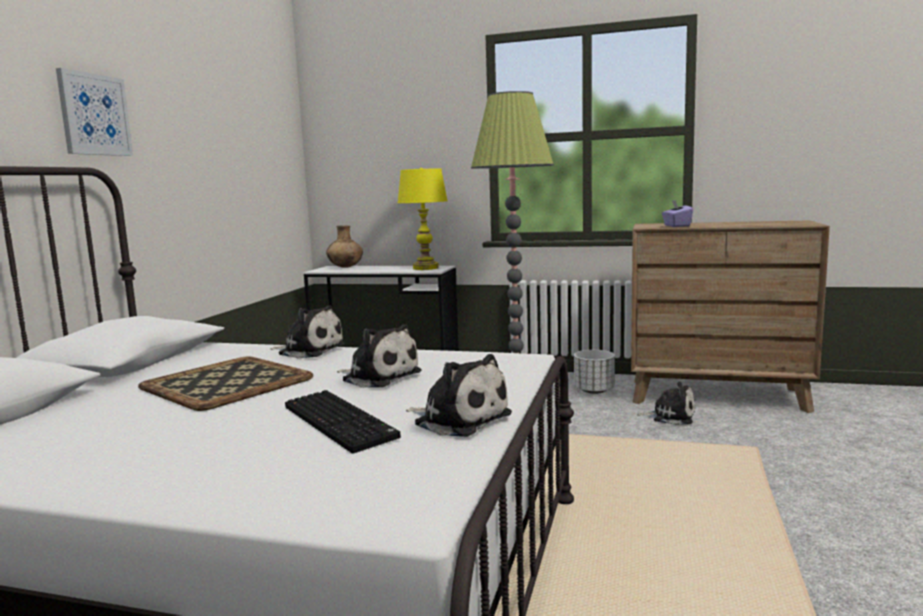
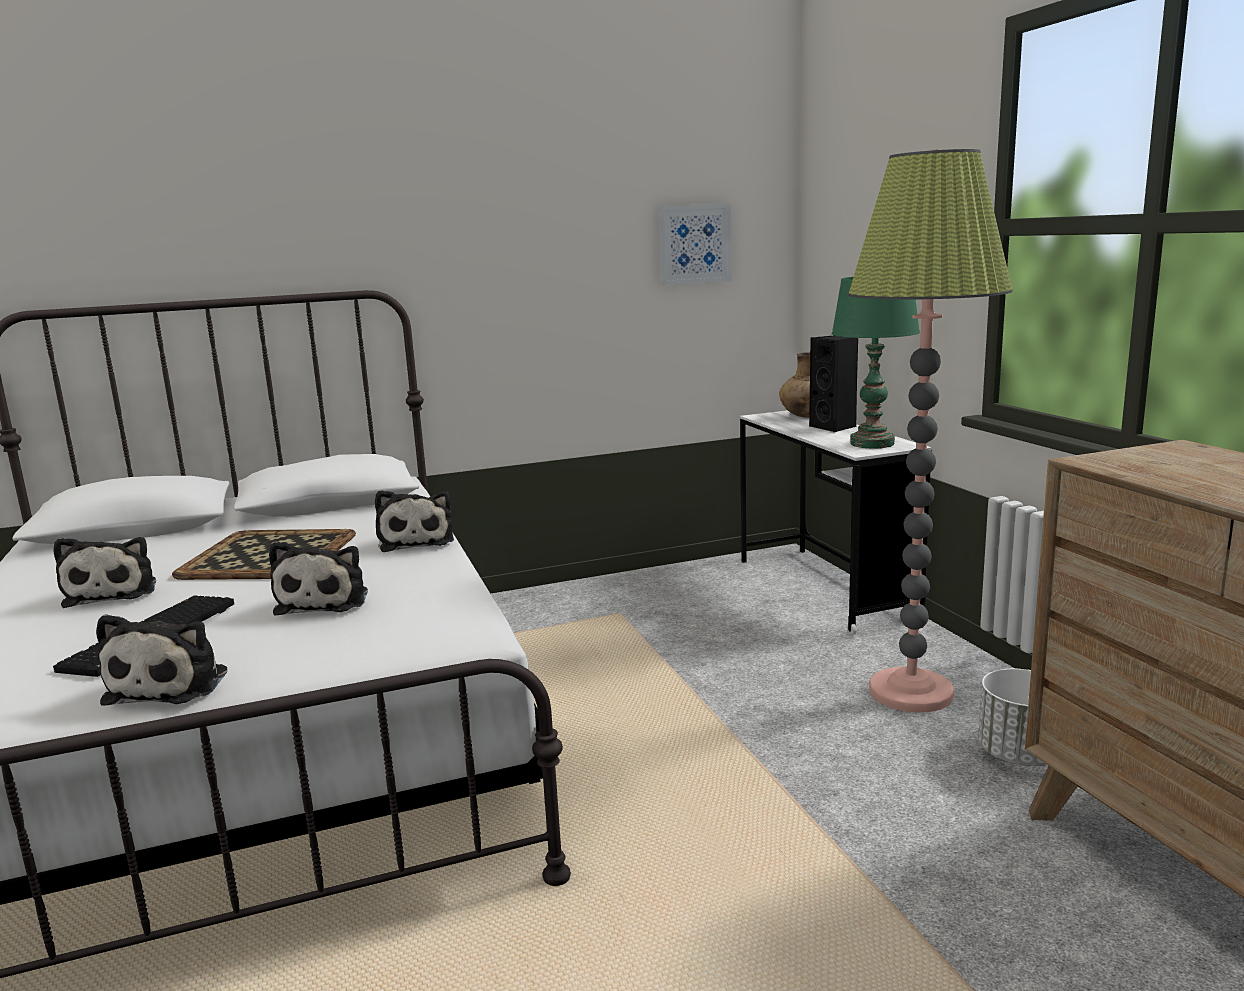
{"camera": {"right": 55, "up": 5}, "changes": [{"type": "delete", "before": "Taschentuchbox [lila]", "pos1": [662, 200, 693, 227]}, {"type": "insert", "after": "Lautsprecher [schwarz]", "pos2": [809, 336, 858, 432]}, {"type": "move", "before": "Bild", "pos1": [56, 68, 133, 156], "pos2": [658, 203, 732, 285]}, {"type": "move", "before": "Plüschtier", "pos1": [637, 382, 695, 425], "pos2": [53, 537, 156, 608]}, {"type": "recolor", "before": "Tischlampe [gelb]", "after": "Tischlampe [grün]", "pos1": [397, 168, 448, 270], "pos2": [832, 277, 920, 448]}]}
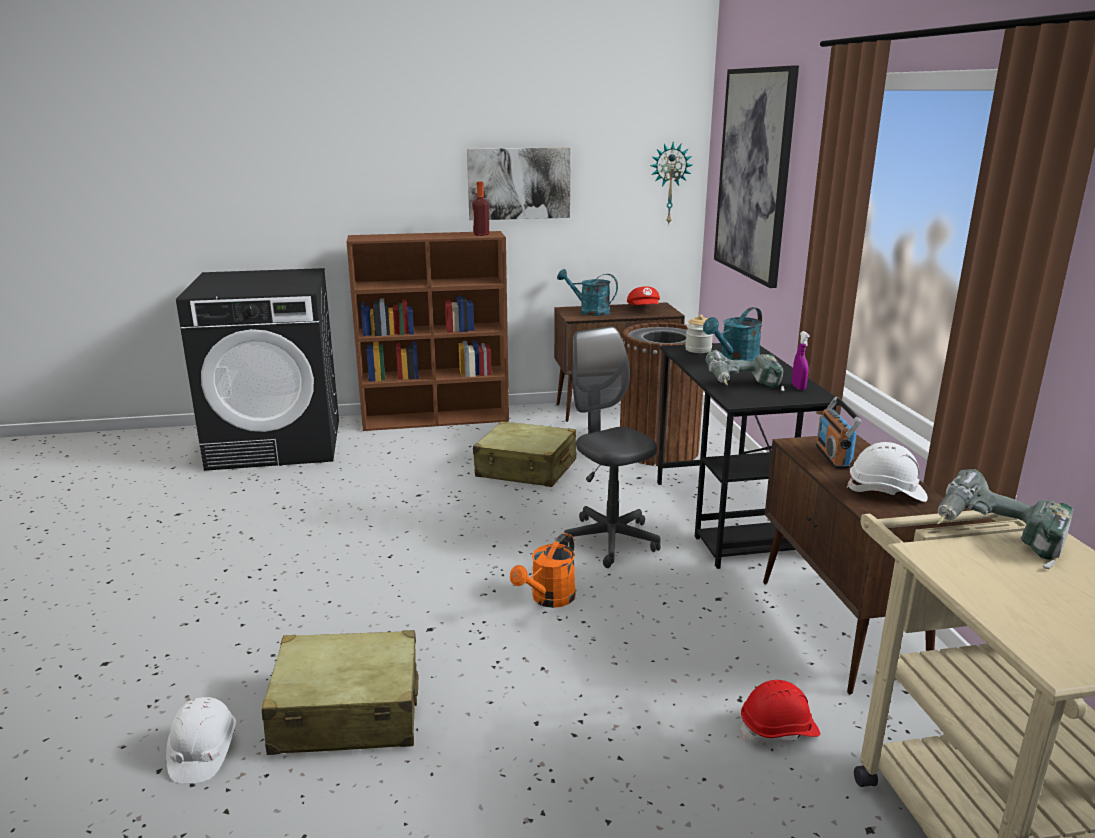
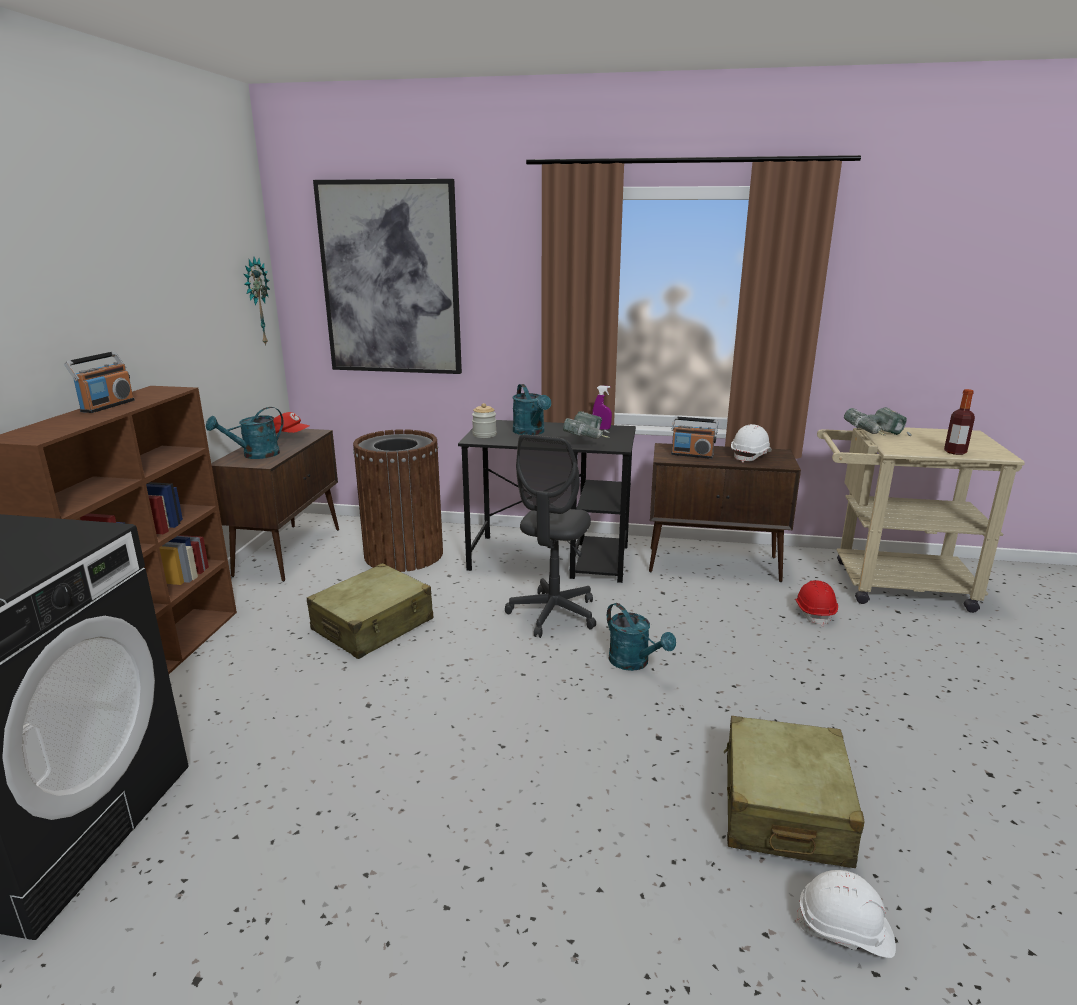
{"camera": {"right": -70, "up": 0}, "changes": [{"type": "delete", "before": "Bild", "pos1": [467, 148, 571, 220]}, {"type": "insert", "after": "Radio", "pos2": [64, 351, 135, 413]}, {"type": "move", "before": "Flasche", "pos1": [473, 181, 489, 236], "pos2": [944, 389, 975, 455]}, {"type": "recolor", "before": "Gießkanne [orange]", "after": "Gießkanne [türkis]", "pos1": [510, 533, 576, 608], "pos2": [607, 603, 676, 671]}, {"type": "rotate", "before": "Bürostuhl [grau]", "pos1": [559, 326, 661, 568], "pos2": [505, 434, 596, 638], "turn": -60}]}
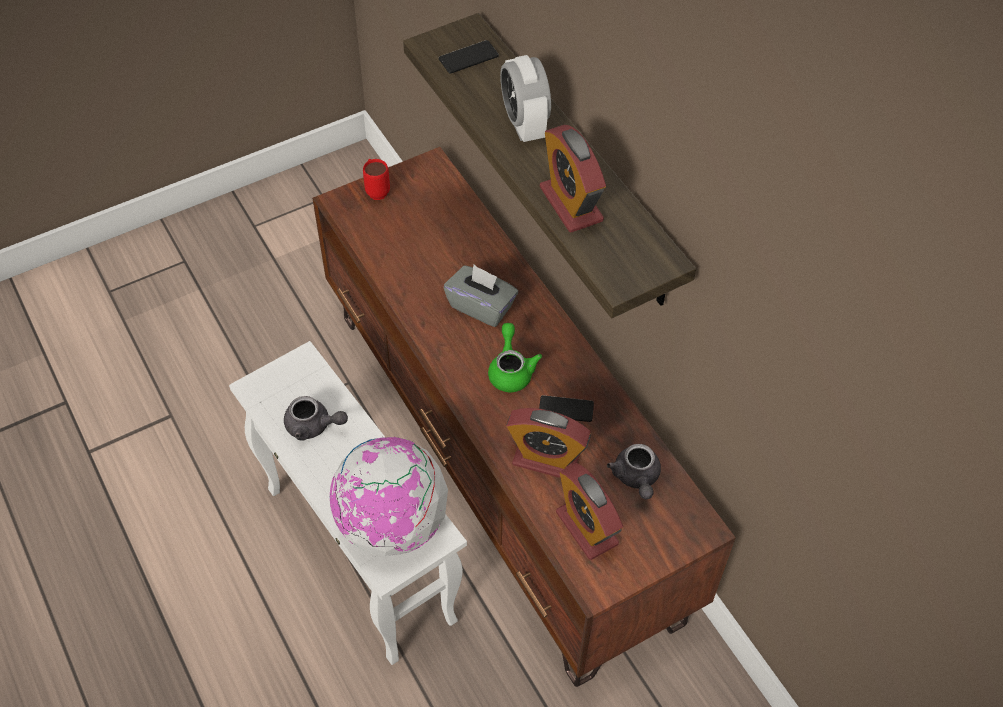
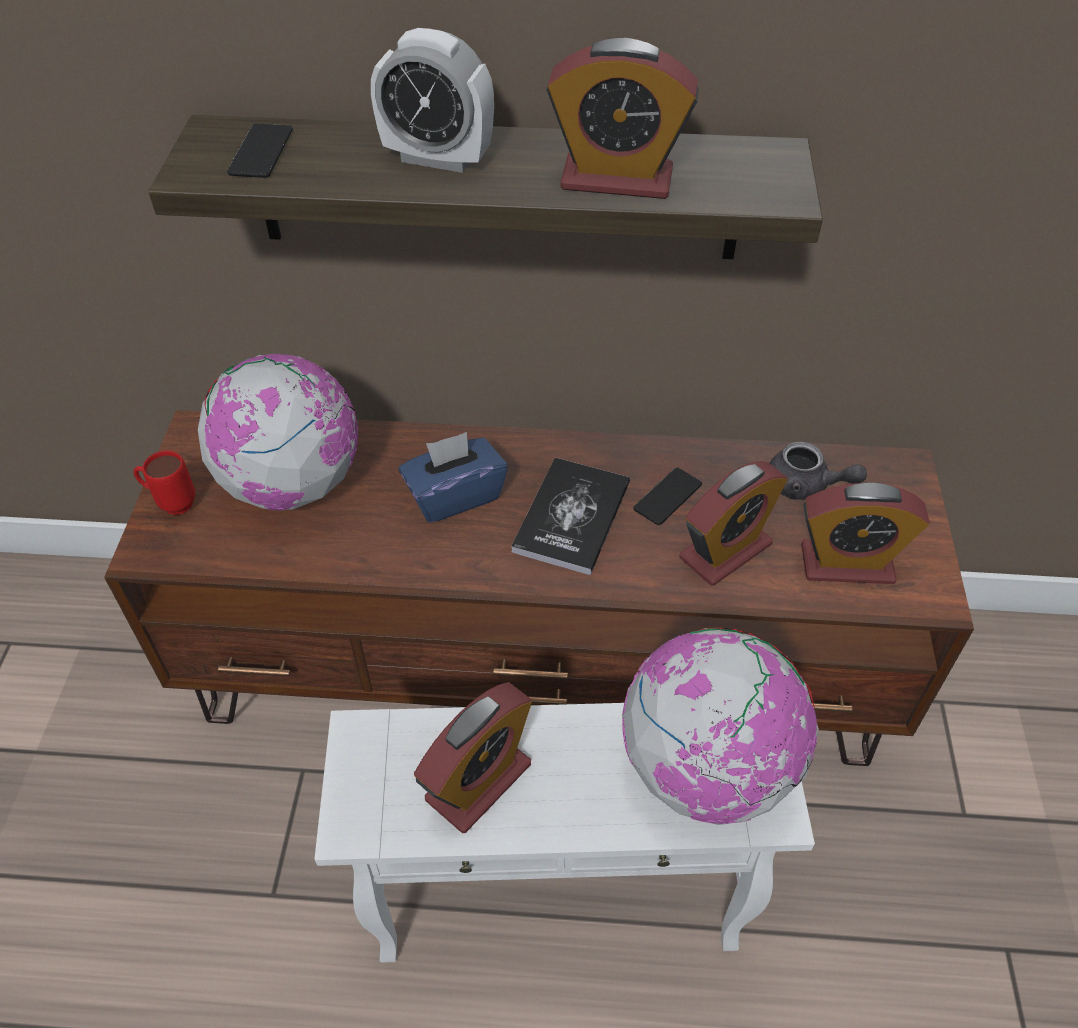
{"camera": {"right": -55, "up": -5}, "changes": [{"type": "insert", "after": "Globus", "pos2": [198, 354, 358, 510]}, {"type": "replace", "before": "Teekanne [grau]", "after": "Wecker", "pos1": [284, 396, 348, 441], "pos2": [414, 682, 532, 833]}, {"type": "replace", "before": "Teekanne [grün]", "after": "Buch", "pos1": [488, 323, 542, 392], "pos2": [511, 458, 630, 575]}, {"type": "recolor", "before": "Taschentuchbox [grau]", "after": "Taschentuchbox [blau]", "pos1": [444, 264, 518, 327], "pos2": [399, 432, 508, 523]}]}
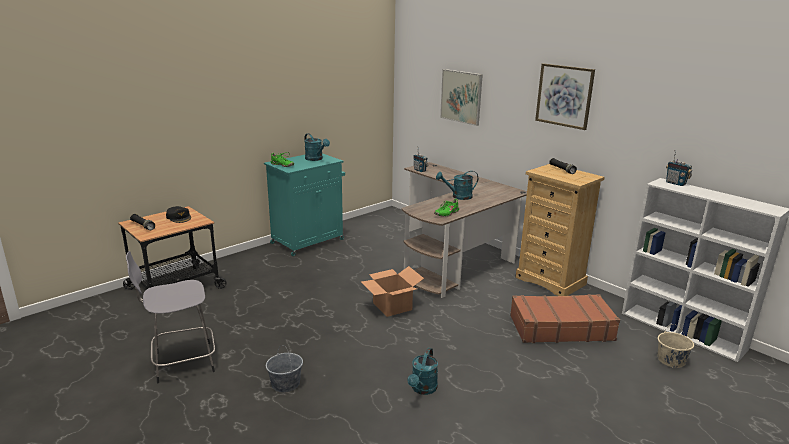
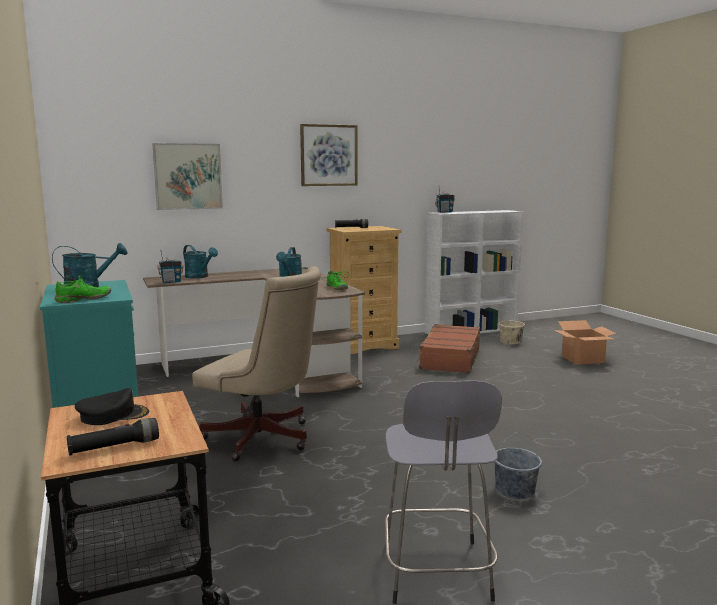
{"camera": {"right": -70, "up": -10}, "changes": [{"type": "insert", "after": "Bürostuhl [beige]", "pos2": [192, 266, 321, 461]}, {"type": "move", "before": "Karton", "pos1": [361, 266, 424, 317], "pos2": [554, 320, 617, 365]}, {"type": "move", "before": "Gießkanne [türkis]", "pos1": [408, 348, 438, 395], "pos2": [183, 245, 218, 279]}]}
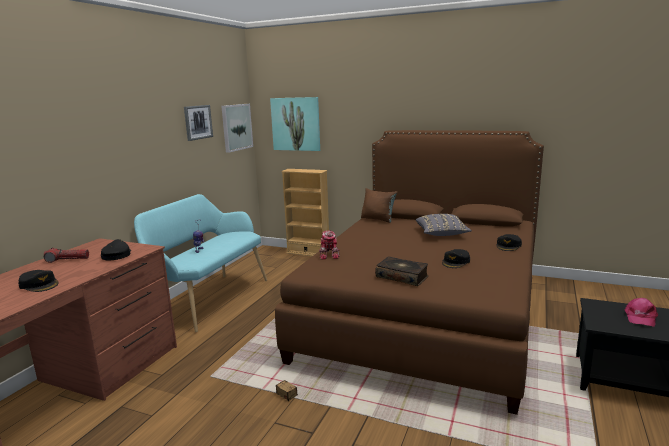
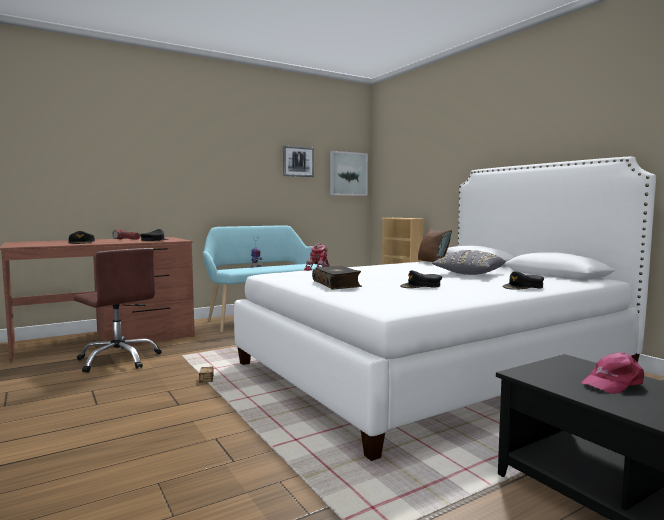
{"camera": {"right": 35, "up": -10}, "changes": [{"type": "delete", "before": "Bild", "pos1": [270, 97, 320, 151]}, {"type": "insert", "after": "Bürostuhl [braun]", "pos2": [74, 248, 162, 373]}, {"type": "recolor", "before": "Bett [braun]", "after": "Bett [weiß]", "pos1": [275, 130, 544, 415], "pos2": [234, 157, 656, 461]}]}
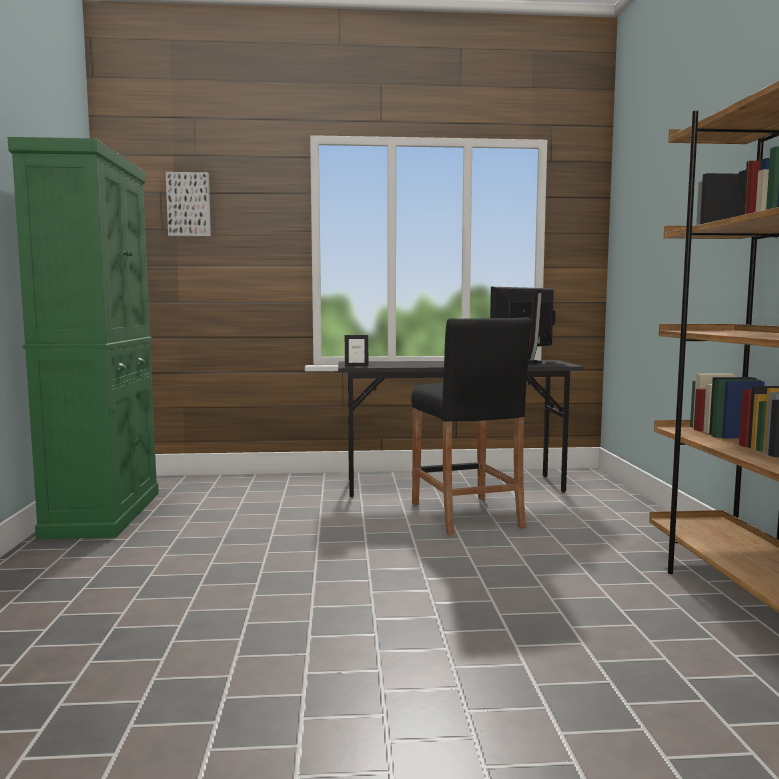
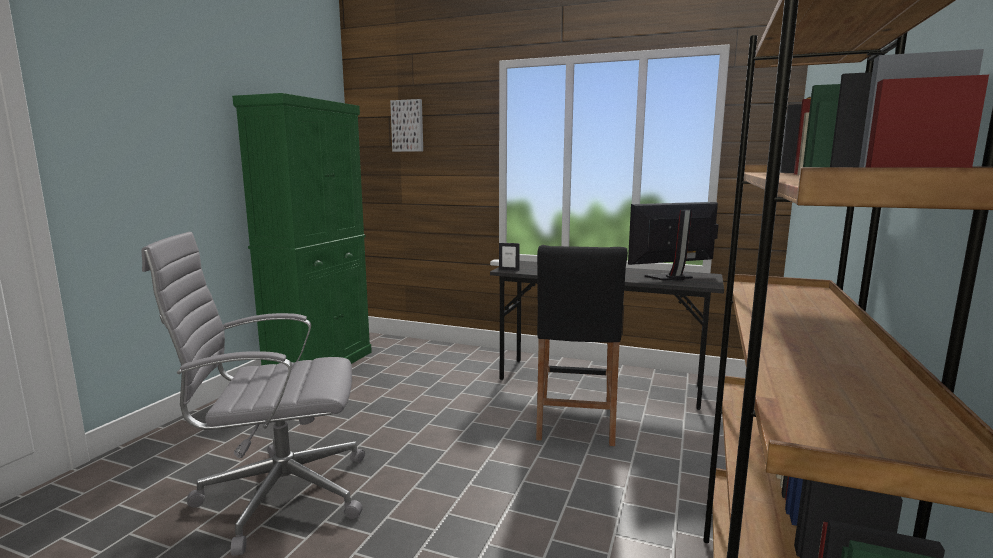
{"camera": {"right": 25, "up": 5}, "changes": [{"type": "insert", "after": "Bürostuhl [grau]", "pos2": [142, 232, 365, 556]}]}
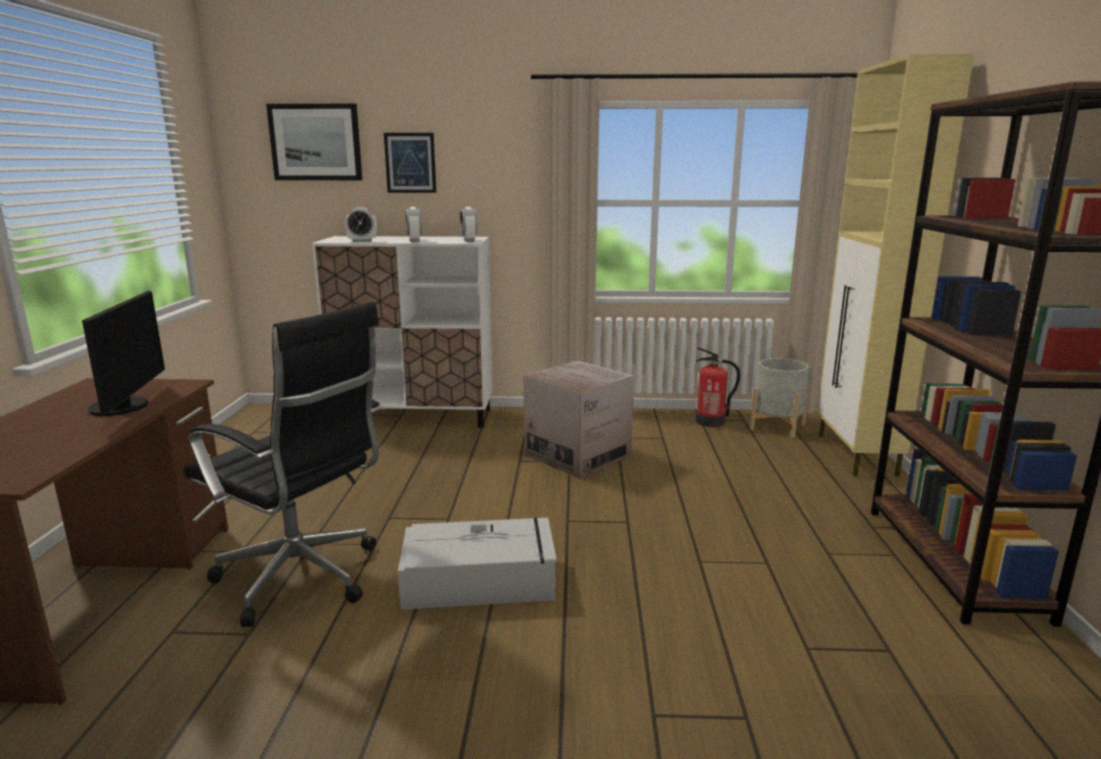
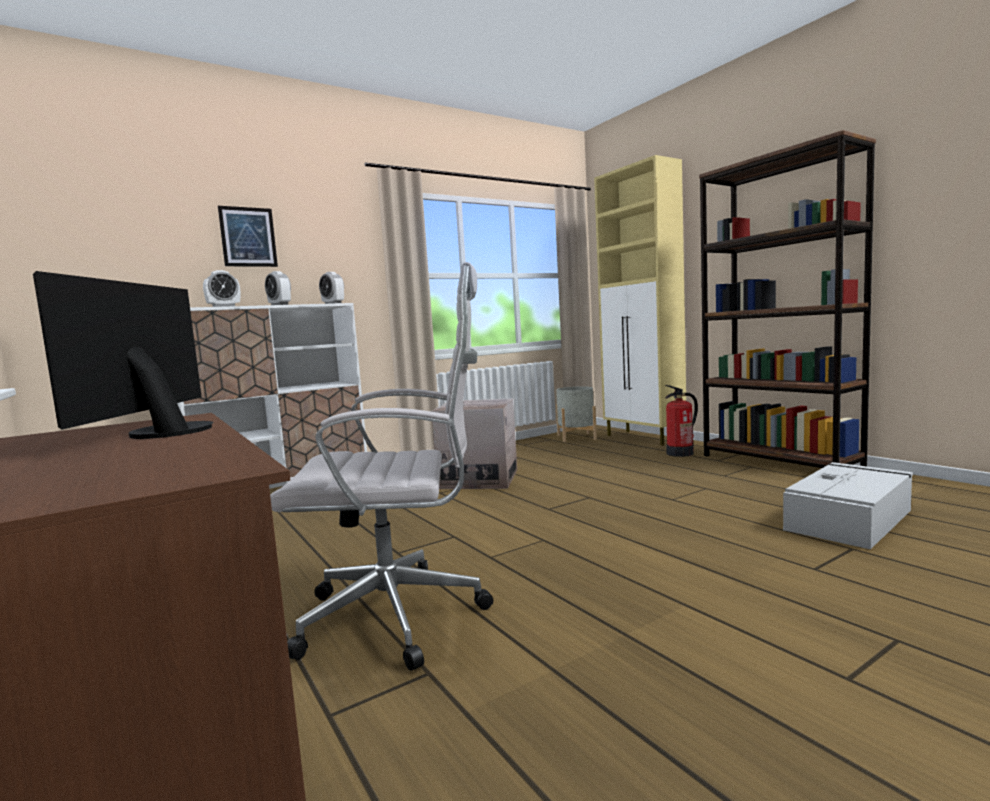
{"camera": {"right": -35, "up": -10}, "changes": [{"type": "delete", "before": "Bild", "pos1": [266, 104, 362, 180]}, {"type": "move", "before": "Aufbewahrungsbox [grau]", "pos1": [398, 517, 557, 610], "pos2": [783, 462, 913, 549]}, {"type": "move", "before": "Feuerlöscher", "pos1": [696, 347, 740, 427], "pos2": [665, 385, 698, 457]}, {"type": "recolor", "before": "Bürostuhl [schwarz]", "after": "Bürostuhl [weiß]", "pos1": [183, 302, 382, 627], "pos2": [270, 262, 493, 671]}, {"type": "rotate", "before": "Monitor", "pos1": [82, 290, 165, 417], "pos2": [33, 271, 213, 439], "turn": -135}]}
